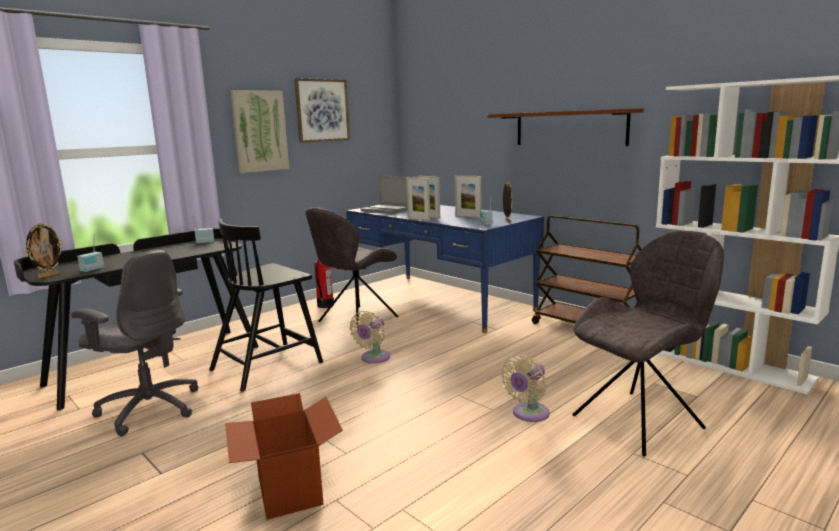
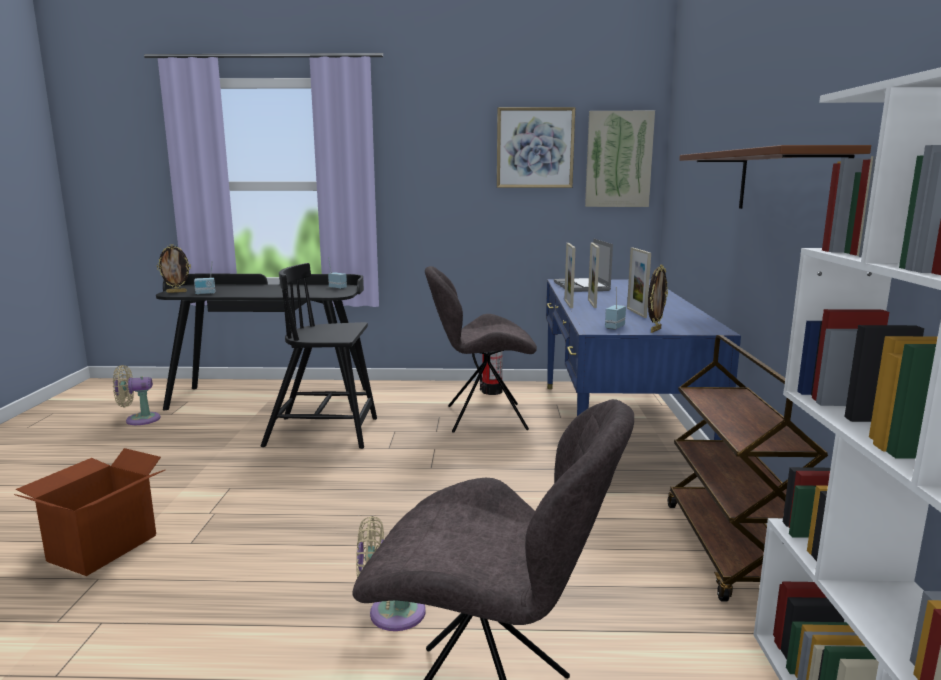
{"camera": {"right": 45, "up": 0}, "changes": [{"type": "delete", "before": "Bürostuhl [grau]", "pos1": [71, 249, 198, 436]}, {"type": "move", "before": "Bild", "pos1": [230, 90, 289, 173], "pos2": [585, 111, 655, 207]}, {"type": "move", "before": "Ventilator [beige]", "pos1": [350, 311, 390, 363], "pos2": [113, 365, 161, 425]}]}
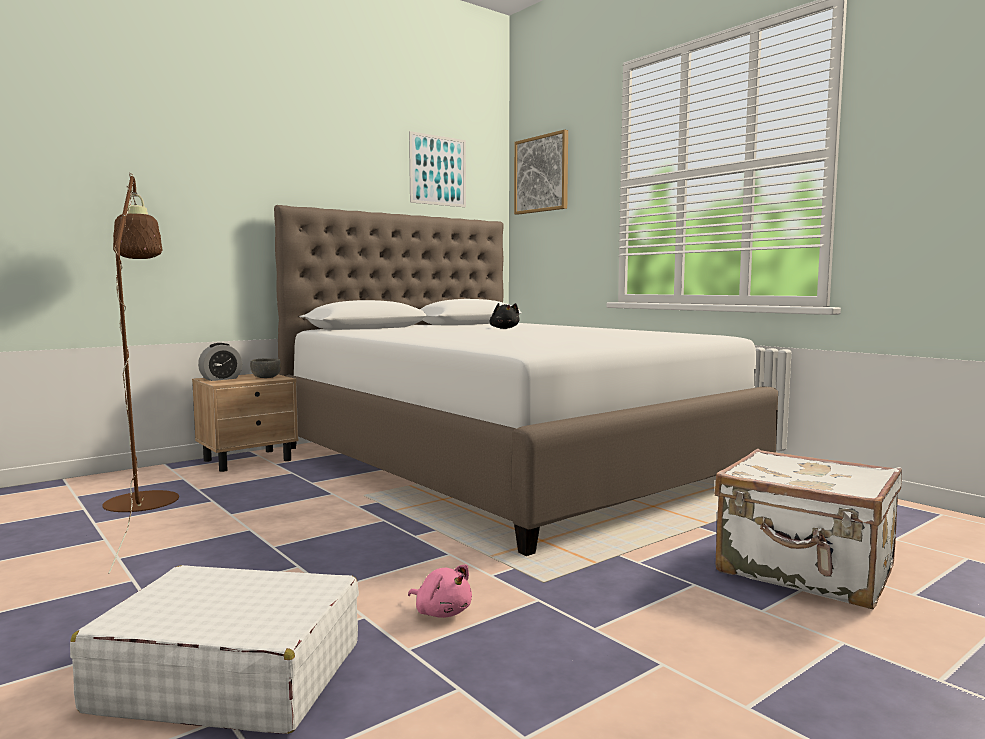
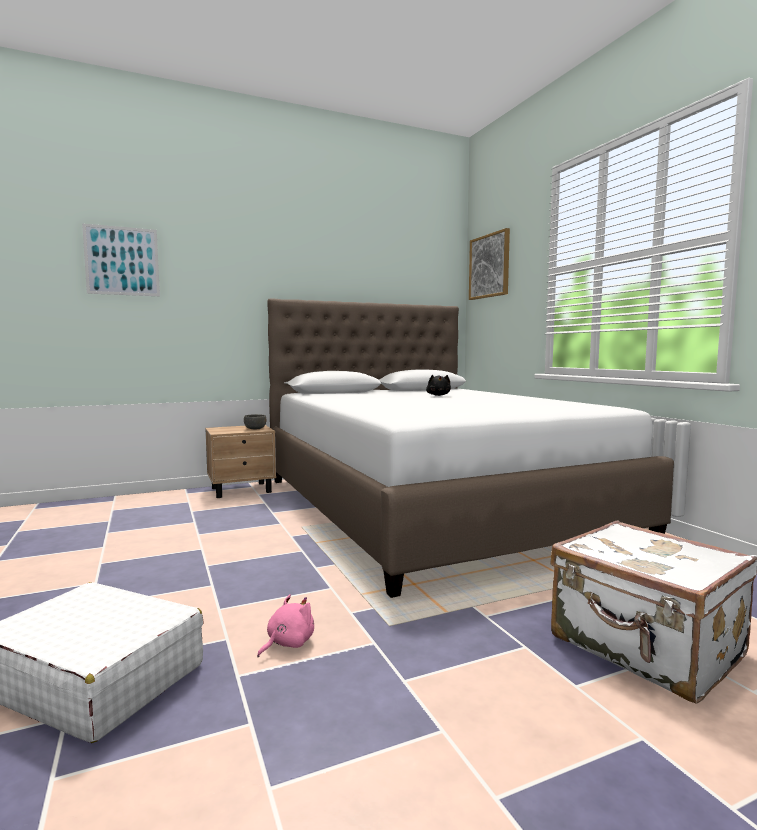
{"camera": {"right": 15, "up": 0}, "changes": [{"type": "delete", "before": "Stehlampe [braun]", "pos1": [102, 173, 179, 574]}, {"type": "delete", "before": "Wecker", "pos1": [198, 343, 242, 381]}, {"type": "move", "before": "Bild", "pos1": [409, 131, 466, 207], "pos2": [82, 223, 160, 296]}, {"type": "rotate", "before": "Plüschtier [rosa]", "pos1": [408, 564, 472, 618], "pos2": [257, 594, 314, 658], "turn": -105}]}
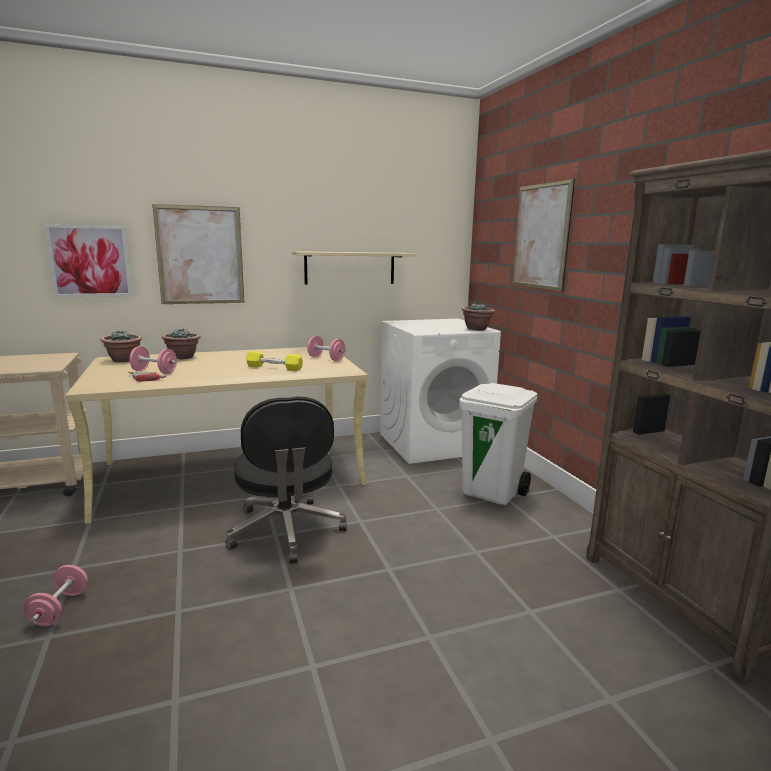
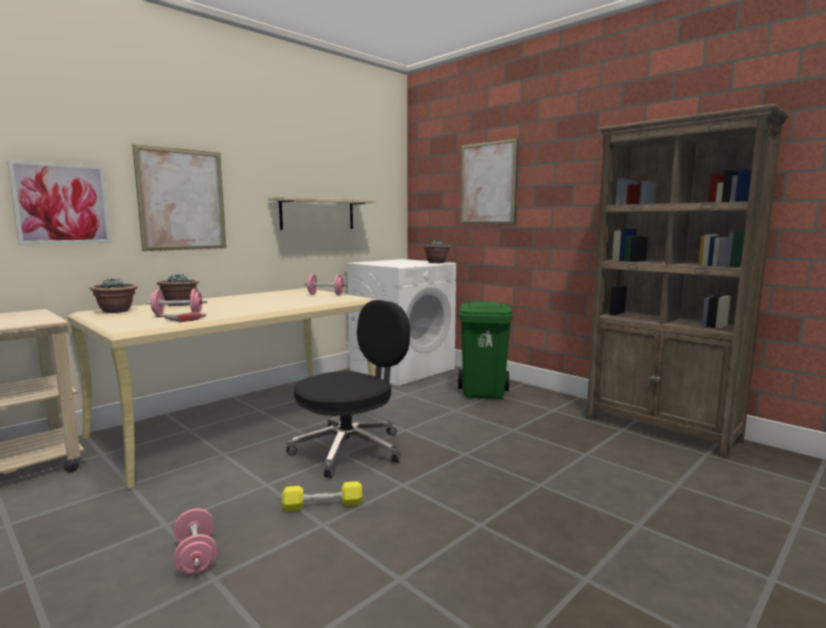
{"camera": {"right": -25, "up": -5}, "changes": [{"type": "move", "before": "Hantel [gelb]", "pos1": [246, 351, 303, 371], "pos2": [282, 481, 362, 511]}, {"type": "recolor", "before": "Mülleimer [weiß]", "after": "Mülleimer [grün]", "pos1": [459, 383, 537, 505], "pos2": [458, 301, 513, 399]}, {"type": "rotate", "before": "Bürostuhl [schwarz]", "pos1": [226, 397, 347, 564], "pos2": [286, 300, 410, 478], "turn": -90}]}
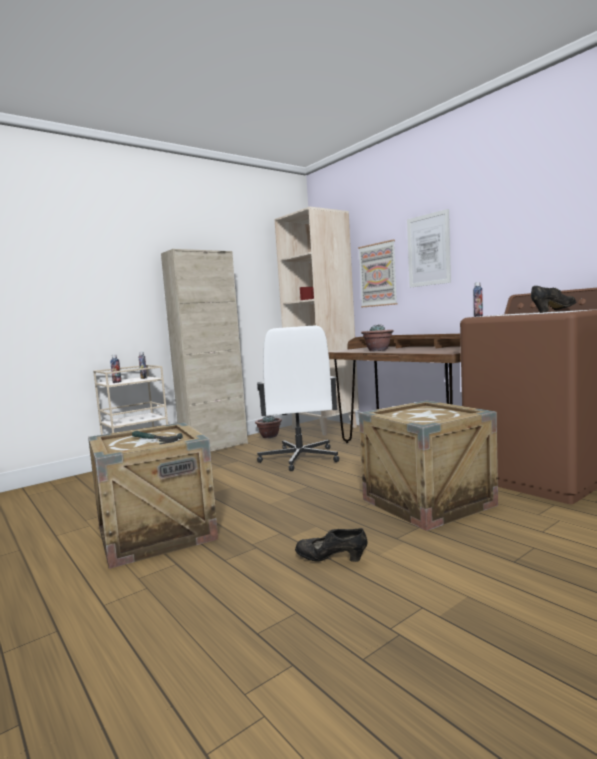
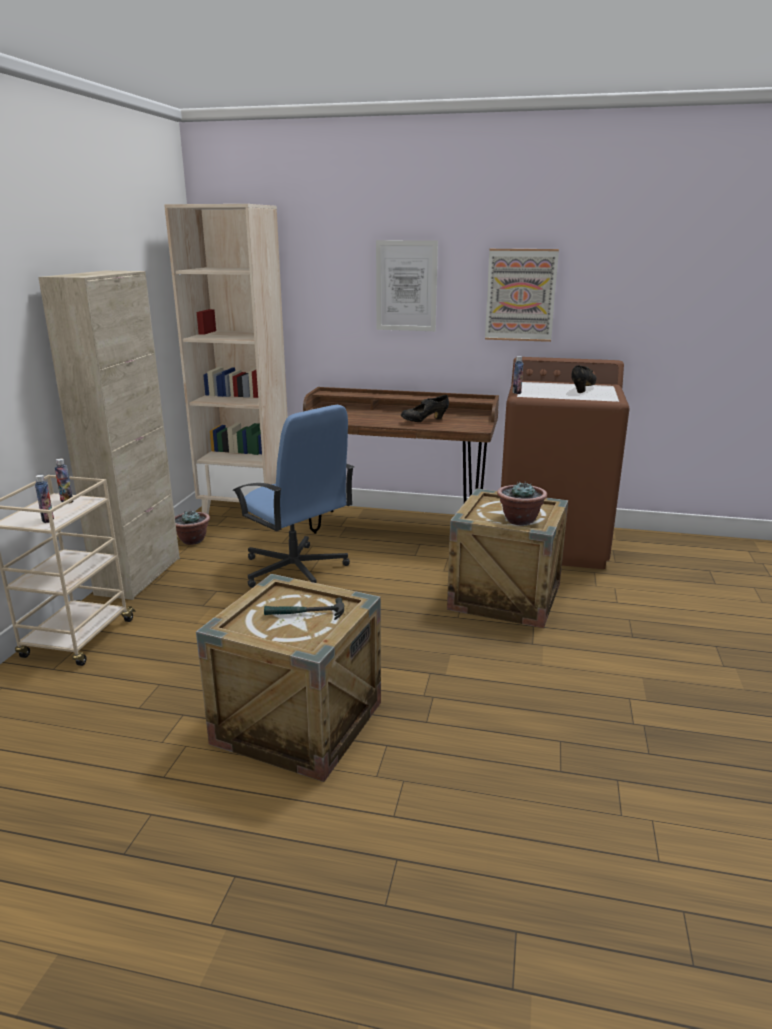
{"camera": {"right": -40, "up": 15}, "changes": [{"type": "move", "before": "Schuh [schwarz]", "pos1": [295, 528, 367, 562], "pos2": [401, 395, 449, 422]}, {"type": "move", "before": "Bild", "pos1": [358, 240, 398, 307], "pos2": [485, 249, 559, 342]}, {"type": "move", "before": "Topfpflanze", "pos1": [361, 324, 393, 351], "pos2": [497, 481, 547, 525]}, {"type": "recolor", "before": "Bürostuhl [weiß]", "after": "Bürostuhl [blau]", "pos1": [257, 326, 339, 471], "pos2": [232, 405, 354, 588]}]}
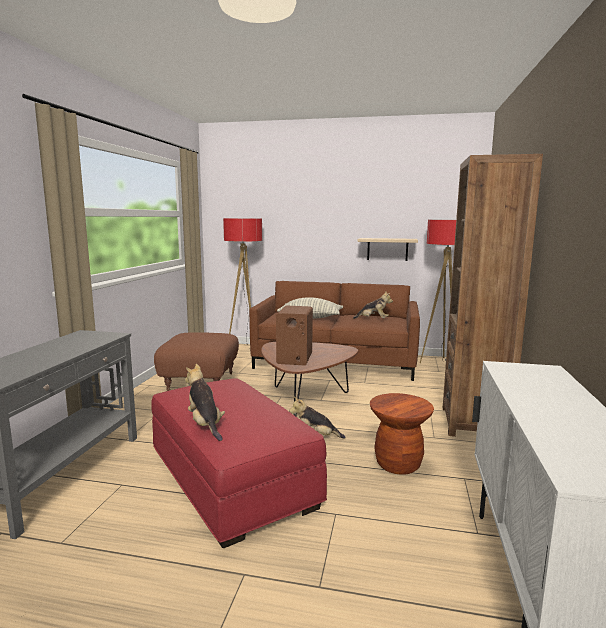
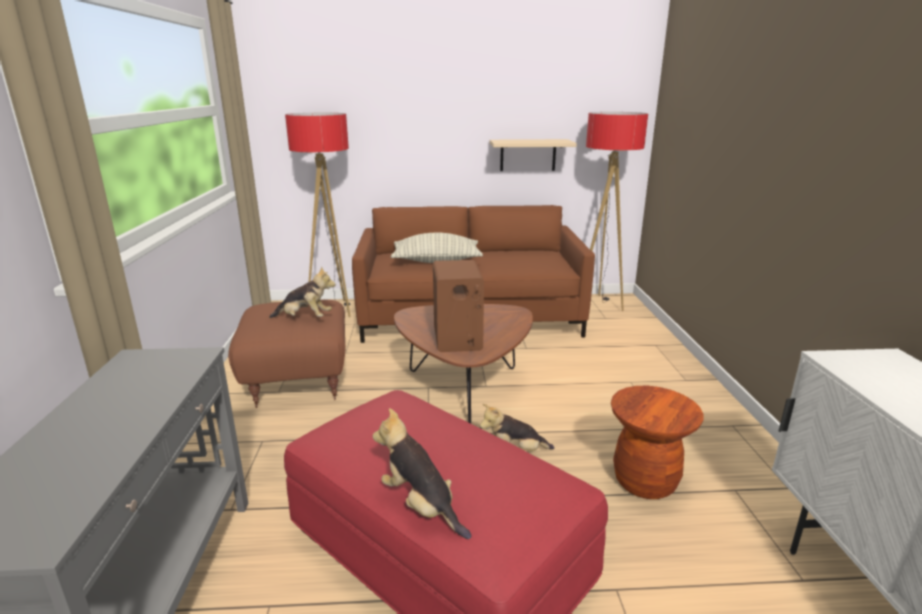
{"camera": {"right": -15, "up": 10}, "changes": [{"type": "delete", "before": "Bücherregal [braun]", "pos1": [443, 154, 543, 437]}, {"type": "move", "before": "Plüschtier", "pos1": [353, 292, 393, 319], "pos2": [269, 266, 336, 318]}]}
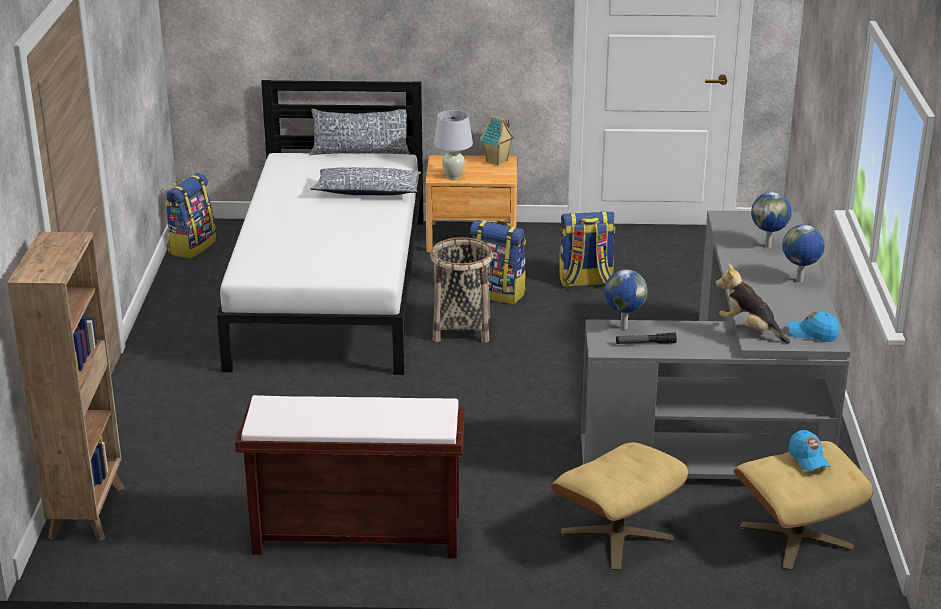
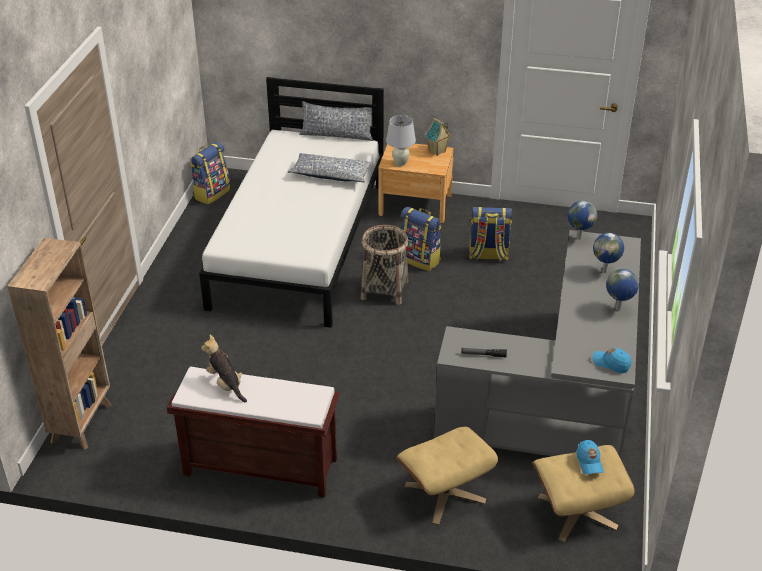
{"camera": {"right": 10, "up": 10}, "changes": [{"type": "move", "before": "Globus", "pos1": [604, 270, 647, 330], "pos2": [568, 201, 598, 240]}, {"type": "move", "before": "Plüschtier", "pos1": [716, 263, 790, 343], "pos2": [201, 335, 247, 403]}]}
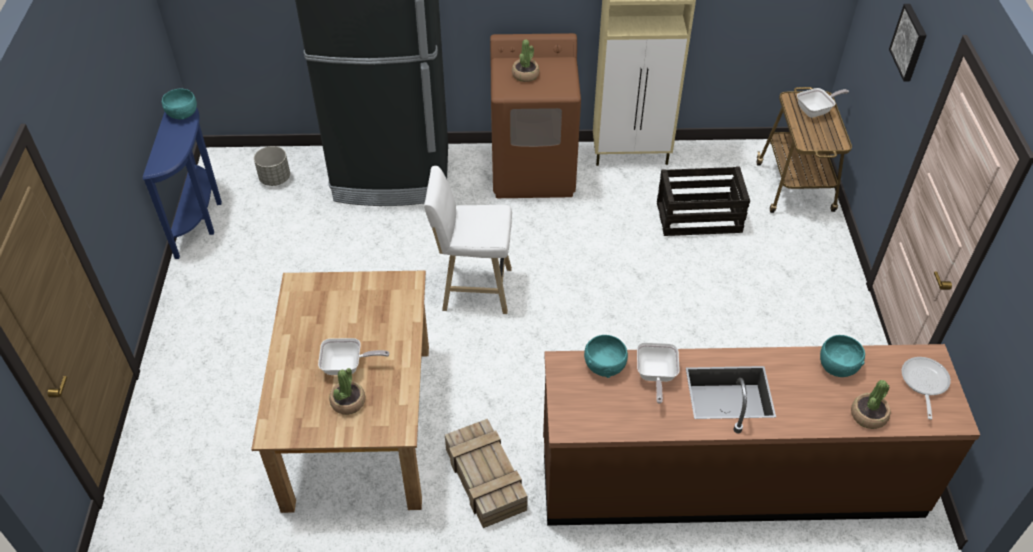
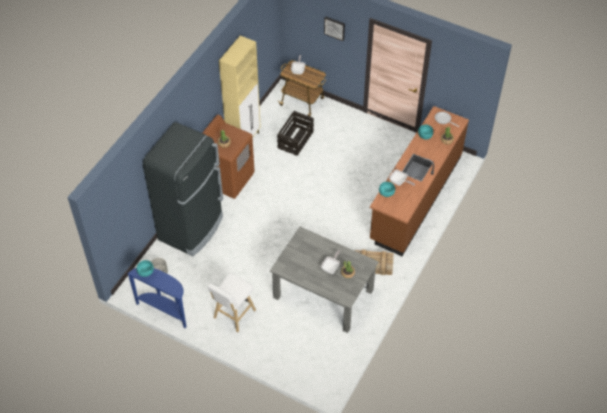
{"camera": {"right": -60, "up": 5}, "changes": [{"type": "move", "before": "Hocker [weiß]", "pos1": [424, 166, 512, 314], "pos2": [208, 273, 256, 332]}, {"type": "recolor", "before": "Esstisch [braun]", "after": "Esstisch [grau]", "pos1": [251, 270, 429, 513], "pos2": [270, 227, 379, 333]}]}
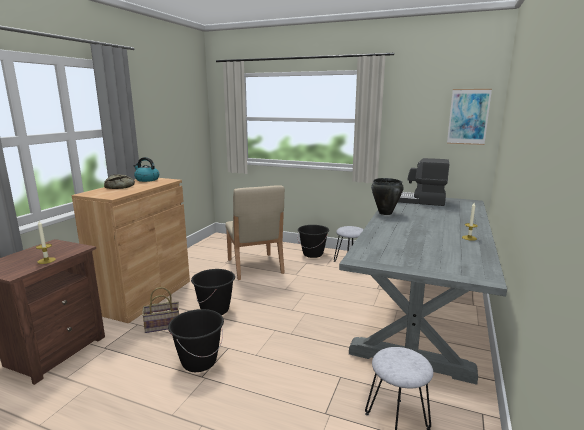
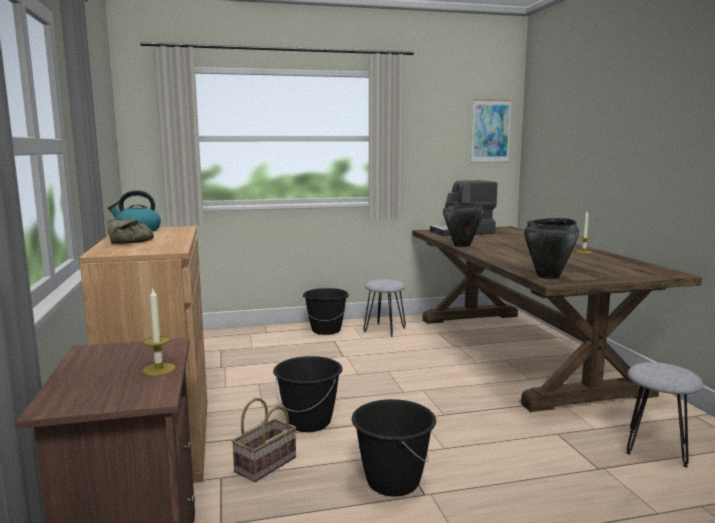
{"camera": {"right": -35, "up": -5}, "changes": [{"type": "delete", "before": "Stuhl [beige]", "pos1": [225, 185, 285, 280]}, {"type": "insert", "after": "Kochtopf [schwarz]", "pos2": [524, 218, 579, 279]}, {"type": "recolor", "before": "Esstisch [grau]", "after": "Esstisch [braun]", "pos1": [339, 198, 507, 385], "pos2": [412, 226, 702, 412]}]}
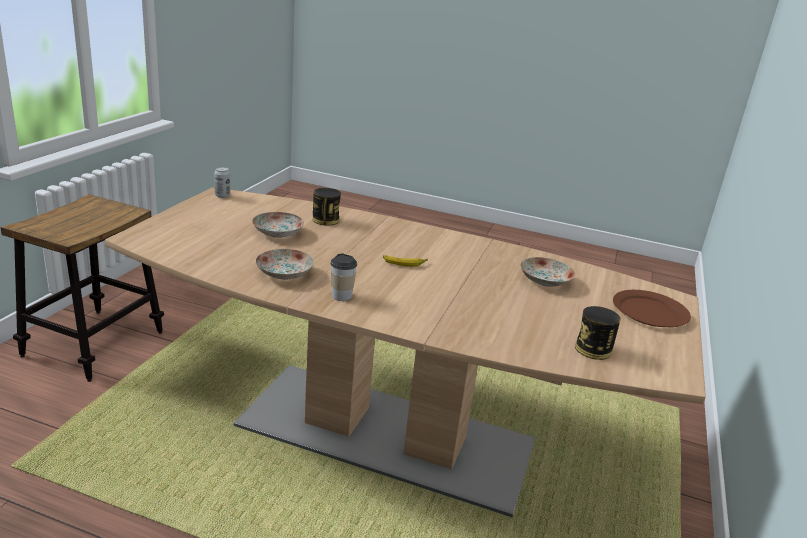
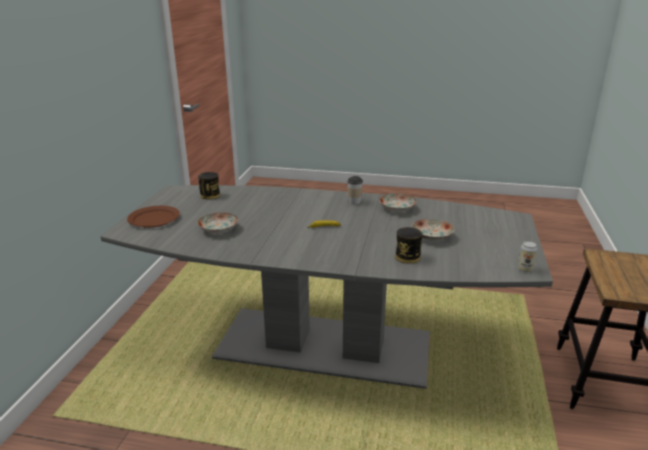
{"camera": {"right": 175, "up": 0}, "changes": [{"type": "recolor", "before": "Esstisch [braun]", "after": "Esstisch [grau]", "pos1": [105, 187, 706, 517], "pos2": [100, 185, 553, 389]}]}
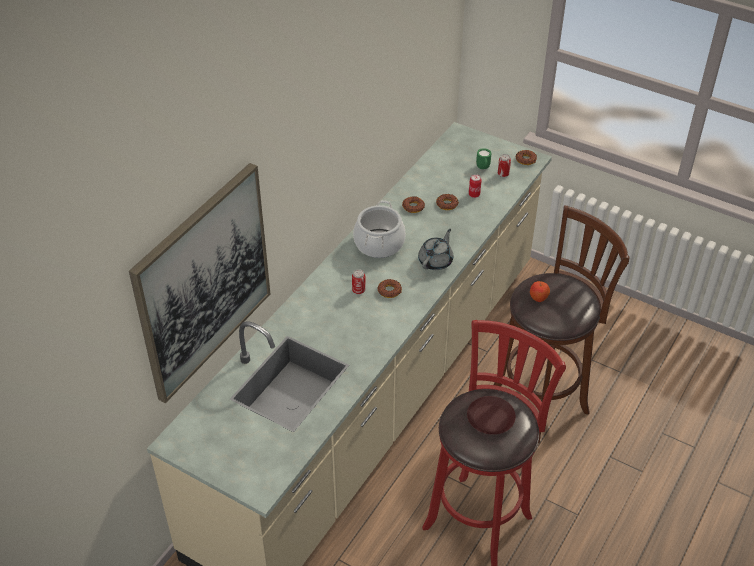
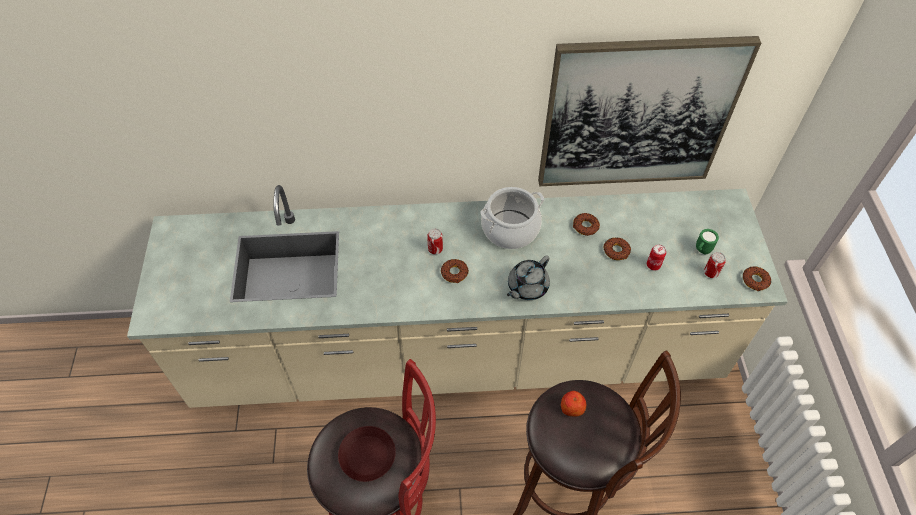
{"camera": {"right": 55, "up": 10}, "changes": [{"type": "move", "before": "Bild", "pos1": [129, 163, 270, 403], "pos2": [538, 36, 761, 186]}, {"type": "rotate", "before": "Teekanne [grau]", "pos1": [418, 229, 453, 270], "pos2": [507, 255, 550, 300], "turn": 135}]}
